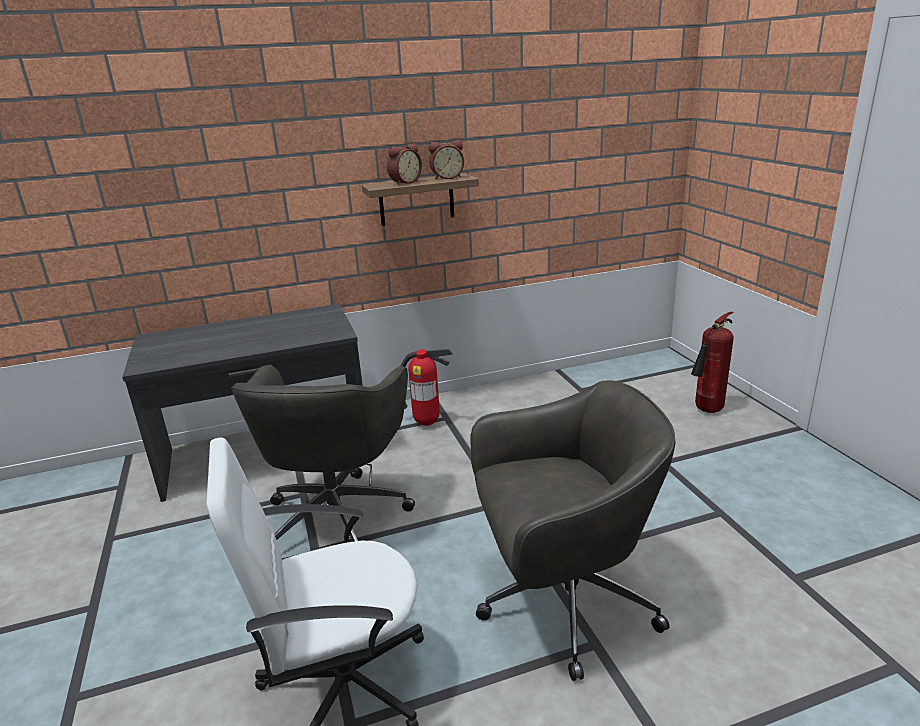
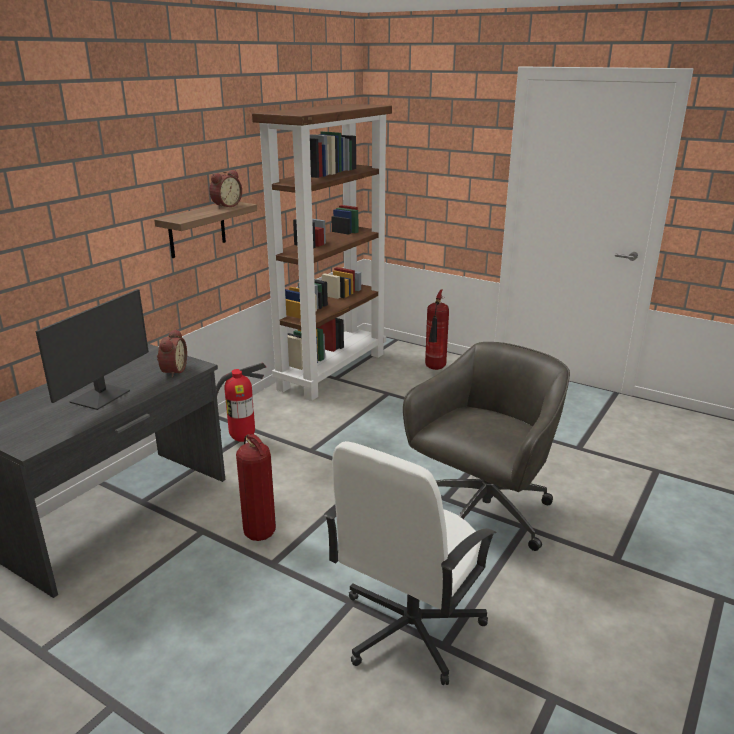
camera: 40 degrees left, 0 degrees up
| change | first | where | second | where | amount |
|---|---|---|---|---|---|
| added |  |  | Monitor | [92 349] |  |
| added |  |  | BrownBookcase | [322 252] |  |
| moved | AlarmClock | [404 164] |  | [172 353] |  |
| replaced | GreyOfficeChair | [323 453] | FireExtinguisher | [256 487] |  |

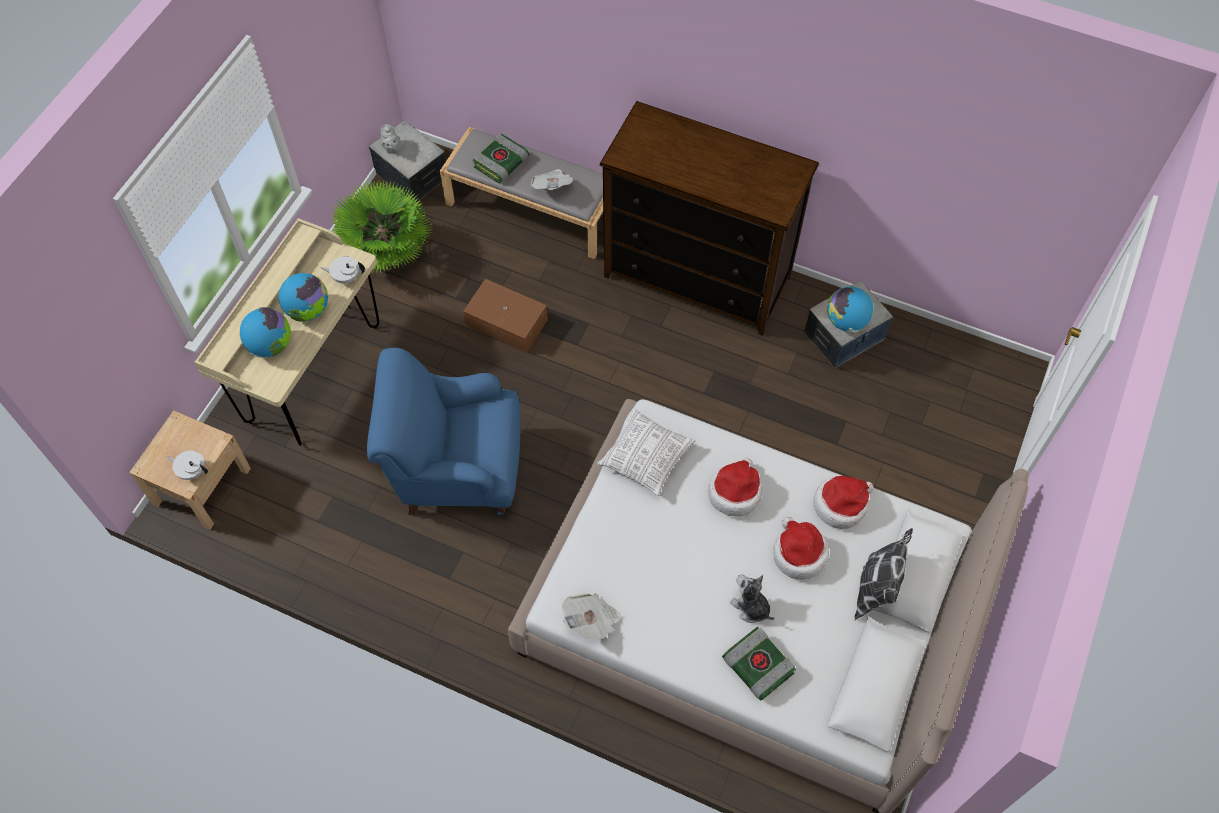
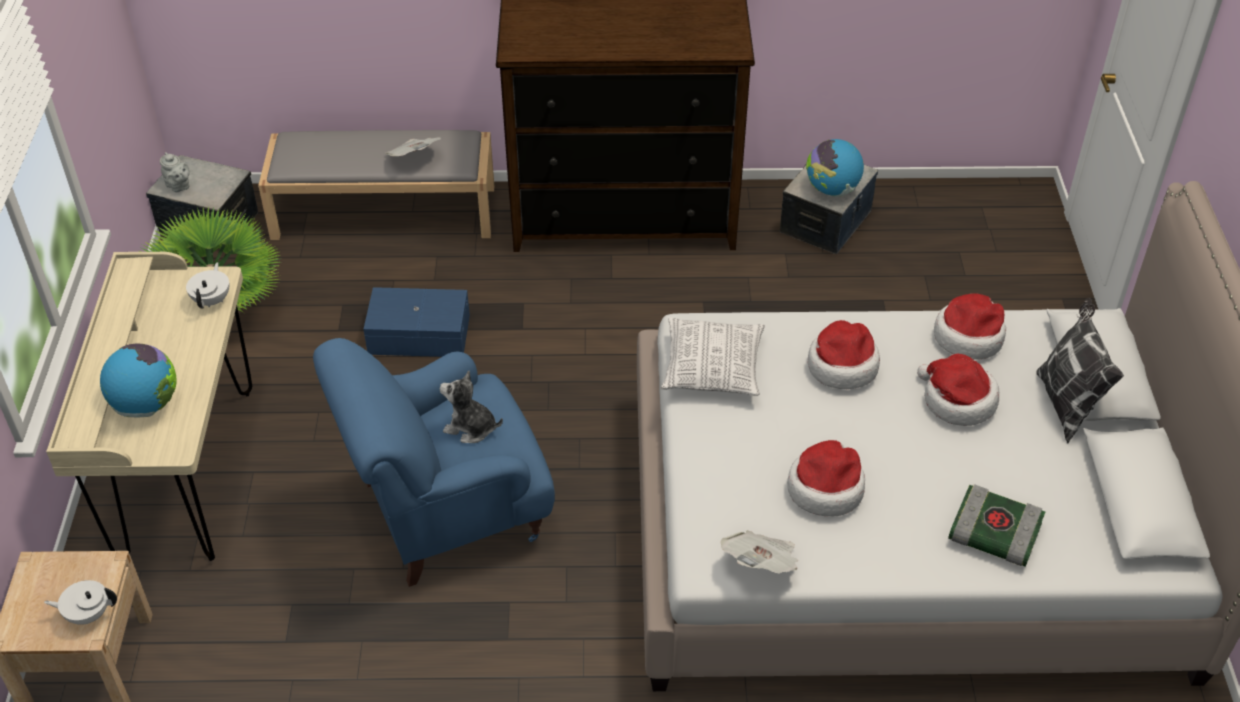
camera: 25 degrees left, 15 degrees down
| change | first | where | second | where | amount |
|---|---|---|---|---|---|
| removed | Globe | [303 297] |  |  |  |
| removed | Book | [501 158] |  |  |  |
| added |  |  | Hat | [826 478] |  |
| moved | PlushToy | [752 599] |  | [471 407] |  |
| recoloured | BrownStorageBox | [505 316] | BlueStorageBox | [417 322] |  |
| turned | WhiteTeapot | [343 270] |  | [208 285] | 120 degrees clockwise |

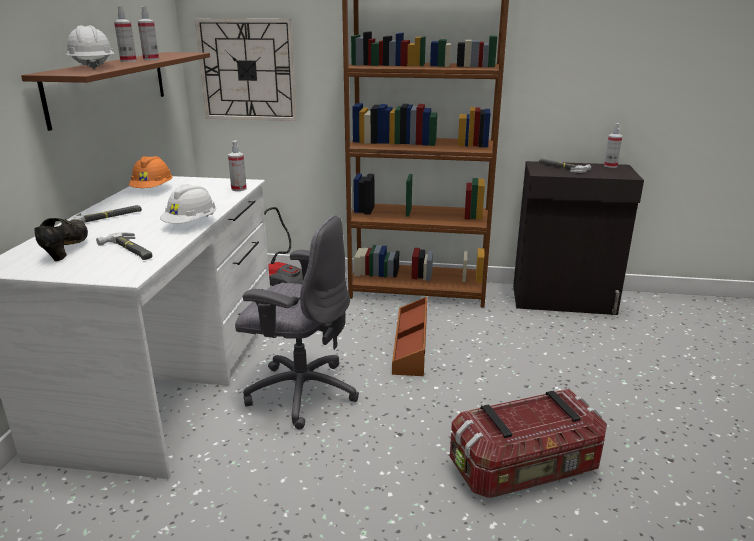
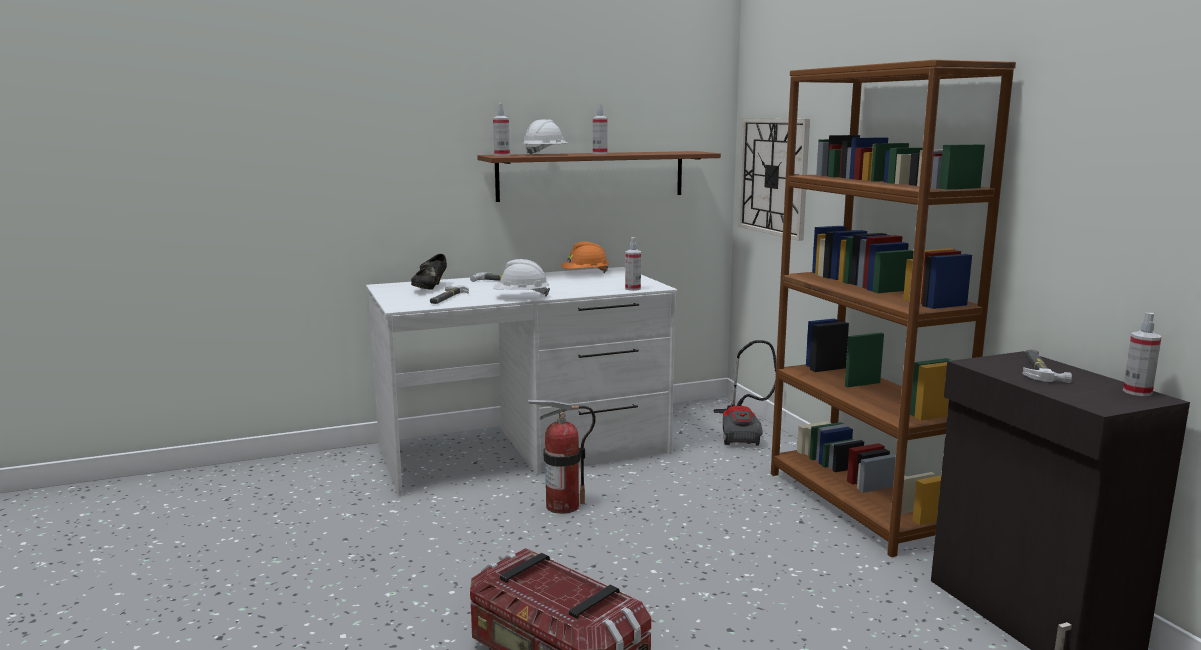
camera: 60 degrees right, 10 degrees down
| change | first | where | second | where | amount |
|---|---|---|---|---|---|
| removed | BrownStorageBox | [409 336] |  |  |  |
| moved | SprayBottle | [148 33] |  | [501 130] |  |
| replaced | GreyOfficeChair | [297 322] | FireExtinguisher | [562 457] |  |
| turned | BlackShoe | [61 239] |  | [429 272] | 135 degrees clockwise |

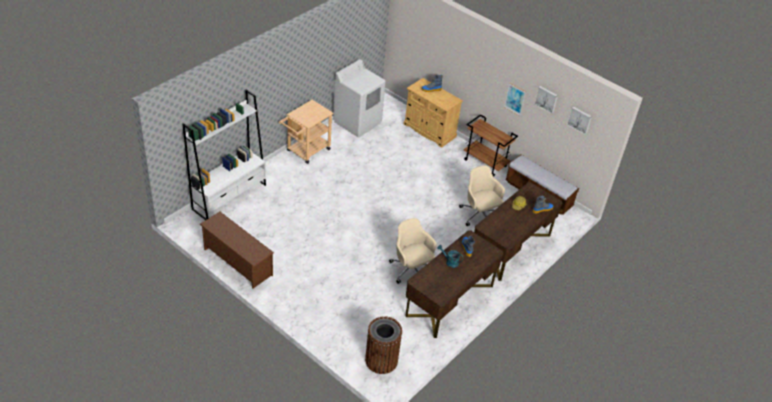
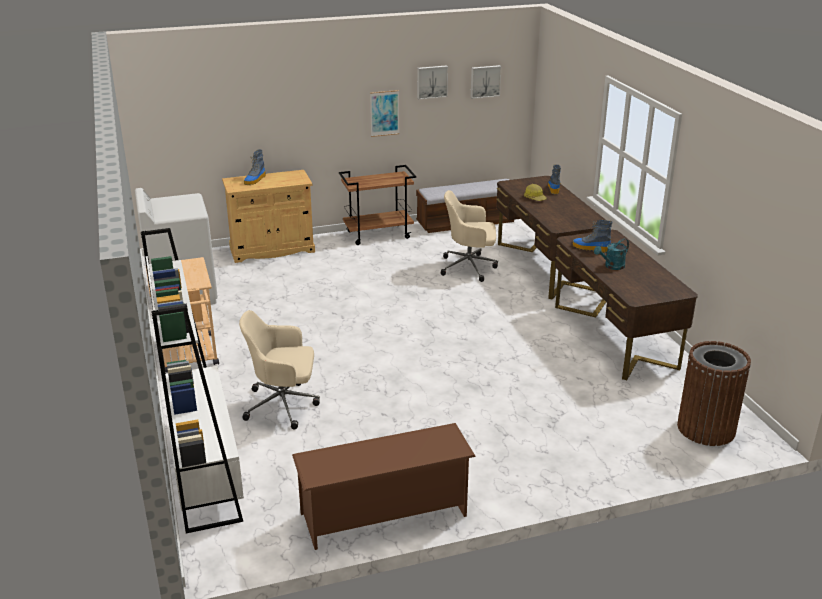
camera: 55 degrees left, 15 degrees down
| change | first | where | second | where | amount |
|---|---|---|---|---|---|
| moved | BeigeOfficeChair | [413 251] |  | [279 369] |  |

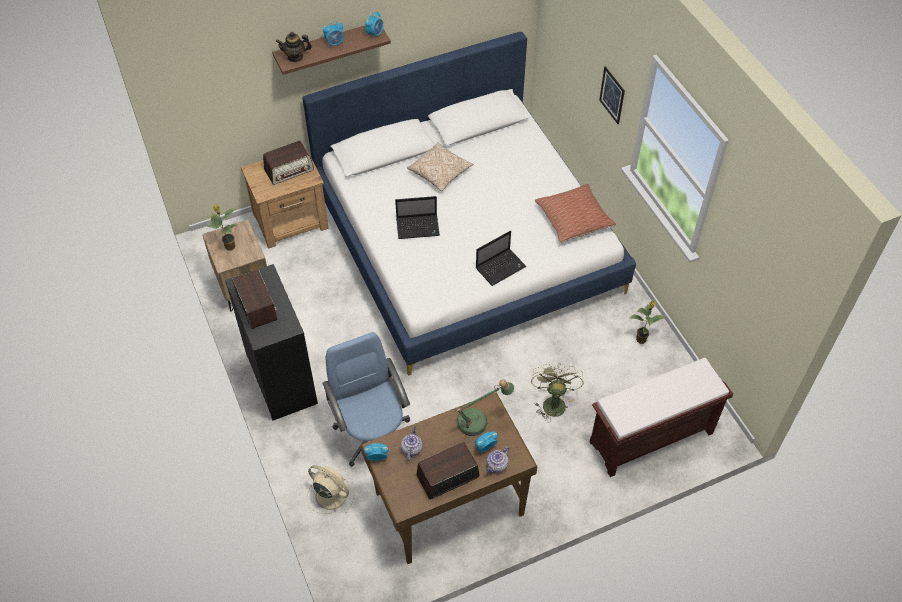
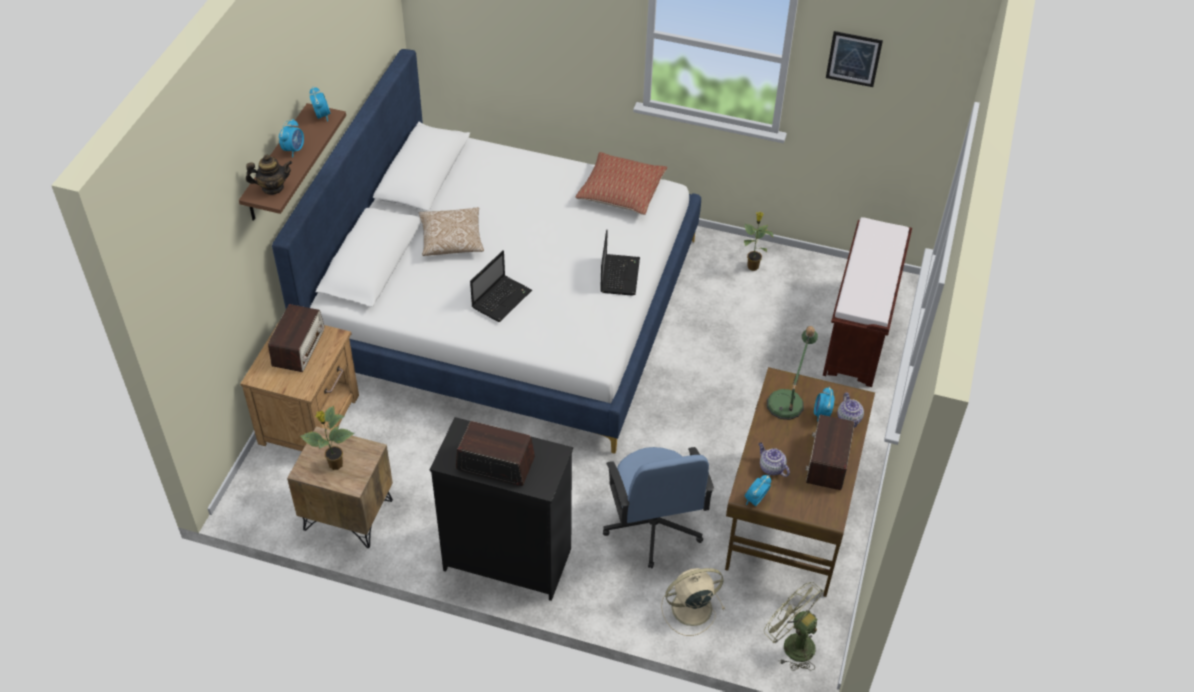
camera: 50 degrees left, 5 degrees down
| change | first | where | second | where | amount |
|---|---|---|---|---|---|
| moved | GreenFan | [557 392] |  | [794 626] |  |
| moved | Picture | [612 95] |  | [854 59] |  |
| turned | Teapot | [294 47] |  | [269 174] | 135 degrees counterclockwise |
| turned | BlueOfficeChair | [366 399] |  | [658 508] | 120 degrees counterclockwise |

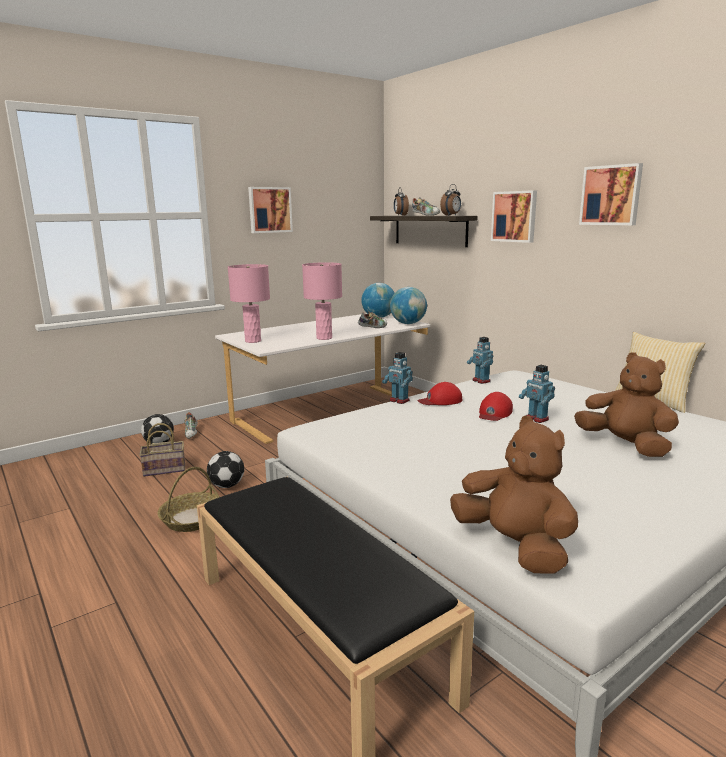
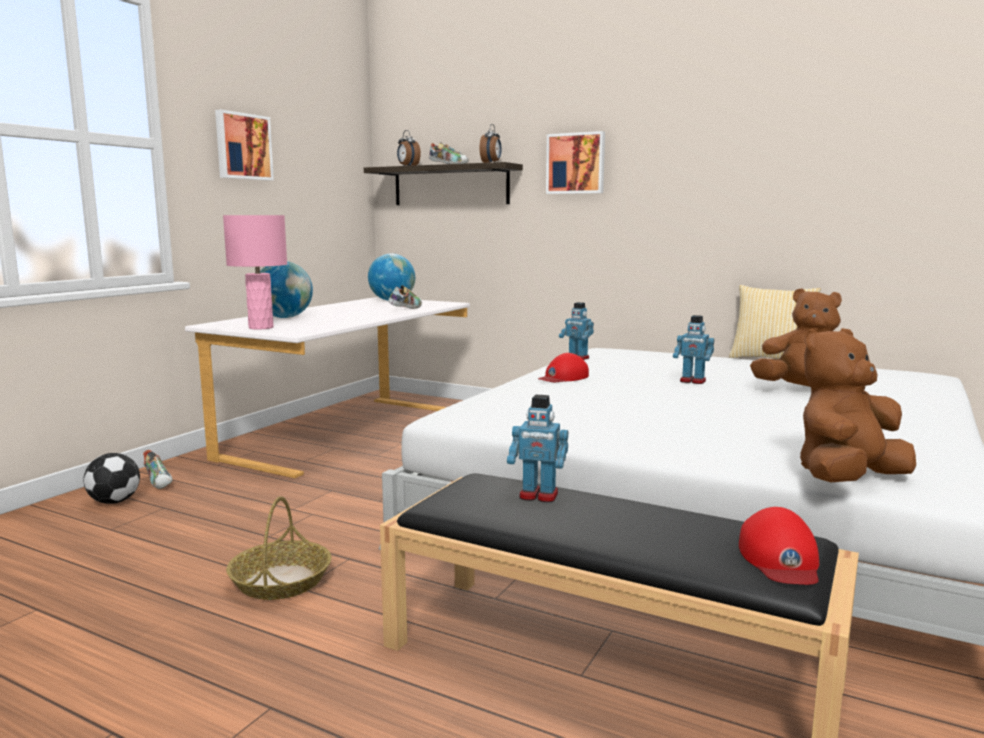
camera: 25 degrees left, 5 degrees down
| change | first | where | second | where | amount |
|---|---|---|---|---|---|
| removed | Basket | [162 450] |  |  |  |
| removed | Football | [225 469] |  |  |  |
| removed | PinkTableLamp | [322 301] |  |  |  |
| removed | Picture | [611 194] |  |  |  |
| moved | ToyRobot | [397 378] |  | [537 448] |  |
| moved | Globe | [408 305] |  | [286 289] |  |
| moved | RedCap | [496 406] |  | [779 546] |  |
| turned | BrownPlushToy | [514 495] |  | [858 405] | 60 degrees counterclockwise |

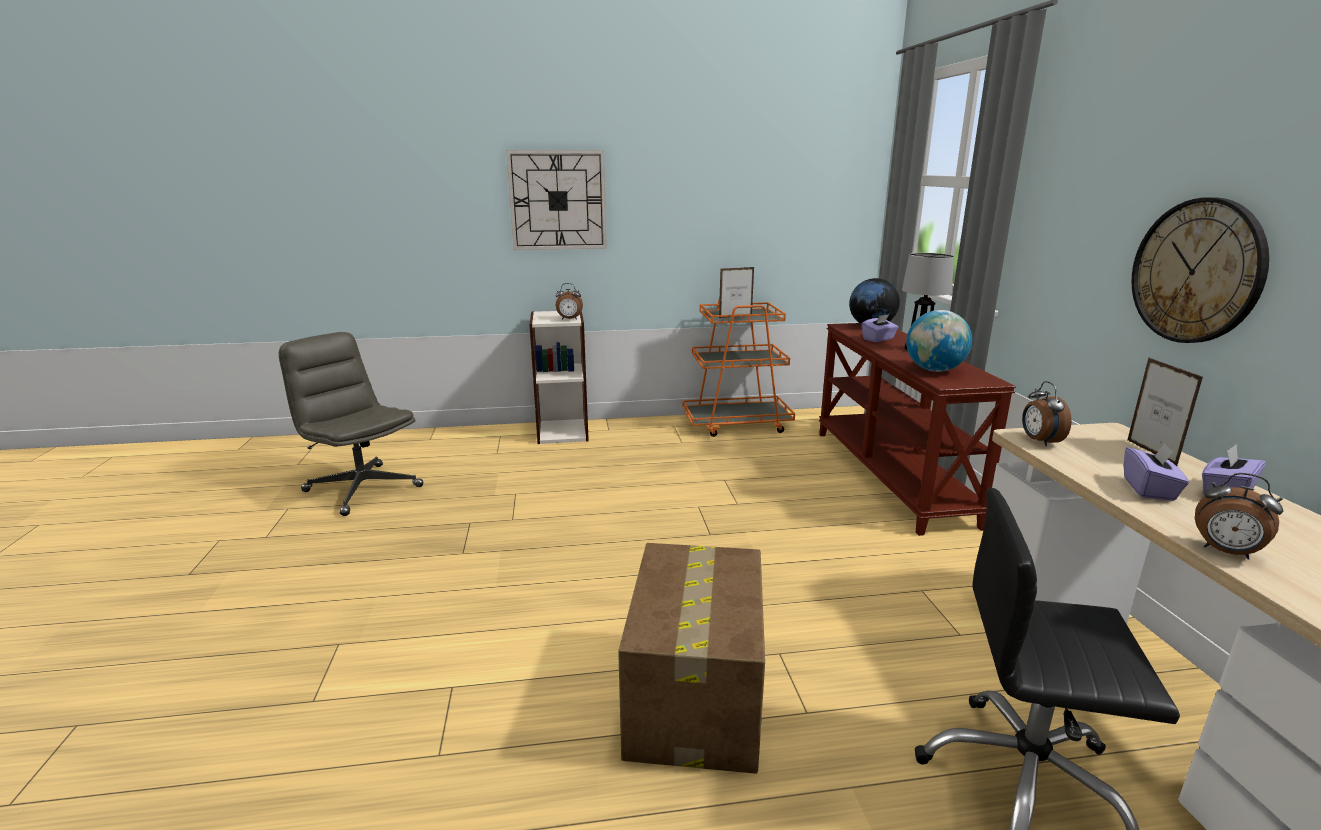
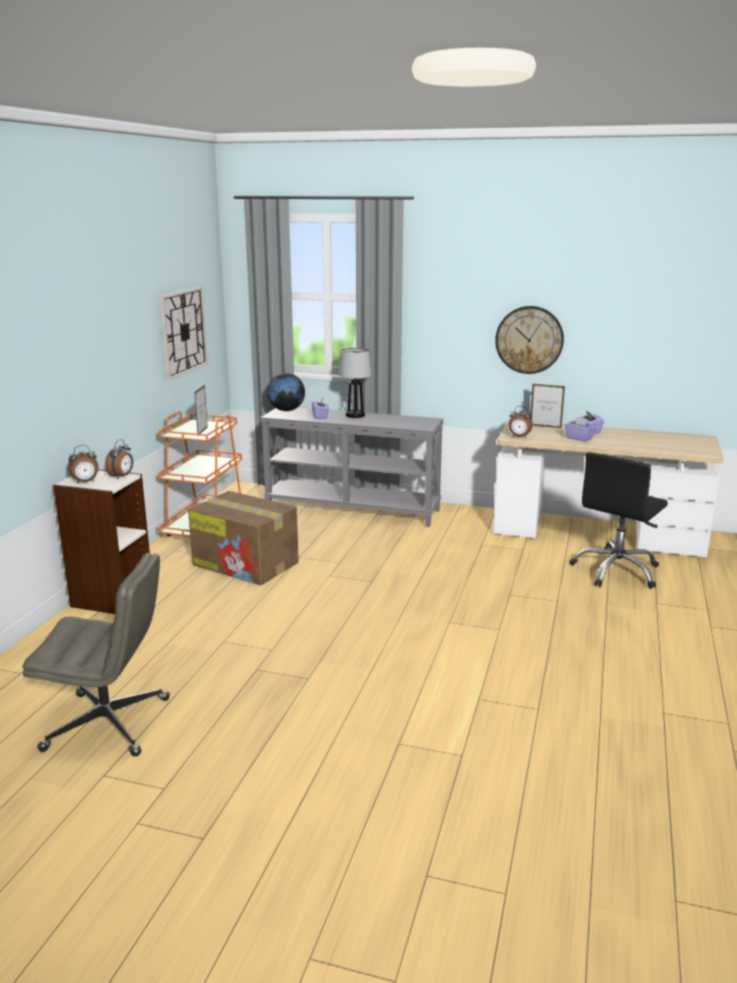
camera: 65 degrees left, 0 degrees up
| change | first | where | second | where | amount |
|---|---|---|---|---|---|
| removed | Globe | [939 341] |  |  |  |
| moved | WallClock | [556 200] |  | [183 333] |  |
| moved | CardboardBox | [691 658] |  | [243 538] |  |
| moved | AlarmClock | [1239 516] |  | [83 464] |  |
| recoloured | BrownConsoleTable | [917 429] | GreyConsoleTable | [352 467] |  |
| turned | GreyOfficeChair | [351 424] |  | [96 654] | 150 degrees counterclockwise |

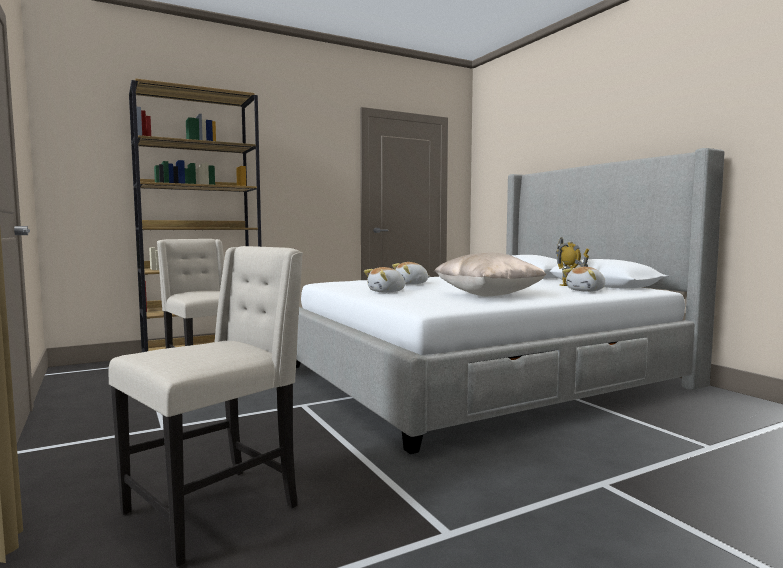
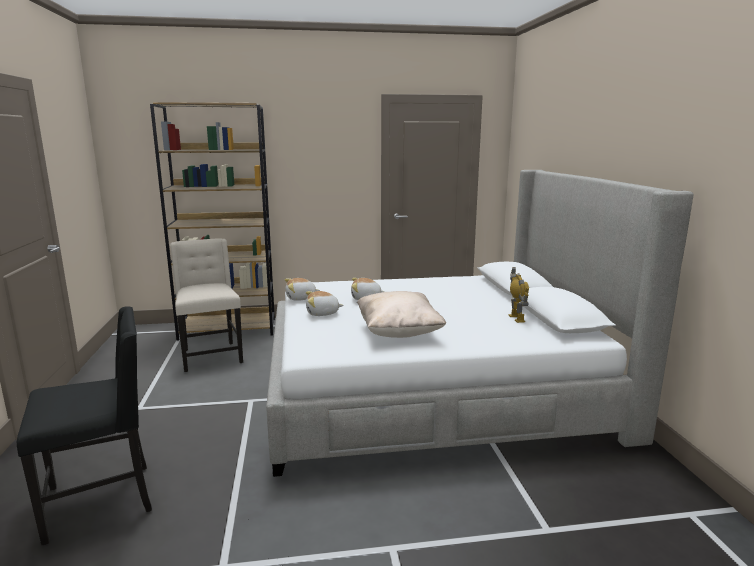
camera: 20 degrees right, 10 degrees up
| change | first | where | second | where | amount |
|---|---|---|---|---|---|
| moved | PlushToy | [584 279] |  | [302 289] |  |
| recoloured | BeigeChair | [206 406] | BlackChair | [84 425] |  |

